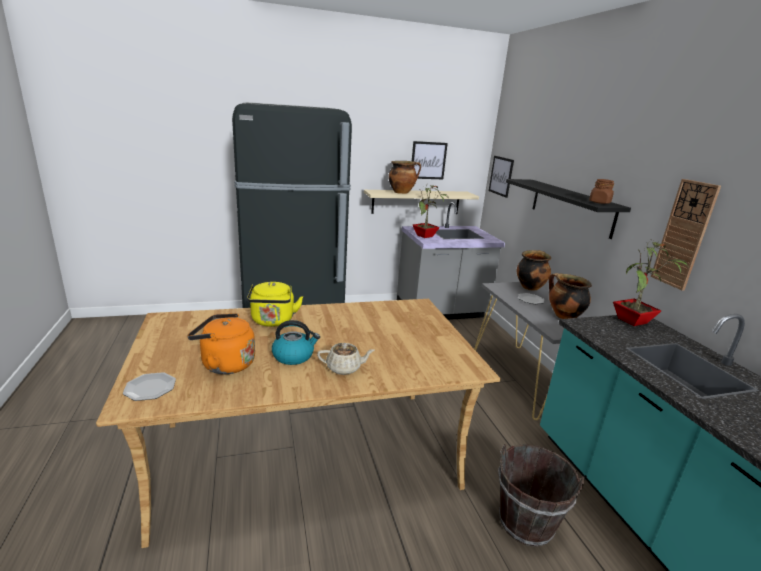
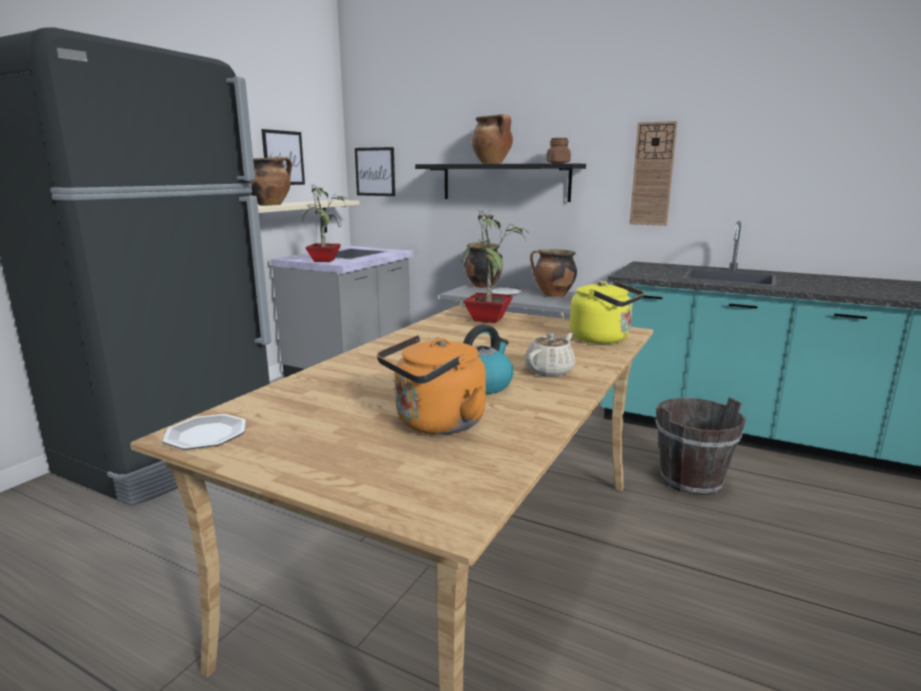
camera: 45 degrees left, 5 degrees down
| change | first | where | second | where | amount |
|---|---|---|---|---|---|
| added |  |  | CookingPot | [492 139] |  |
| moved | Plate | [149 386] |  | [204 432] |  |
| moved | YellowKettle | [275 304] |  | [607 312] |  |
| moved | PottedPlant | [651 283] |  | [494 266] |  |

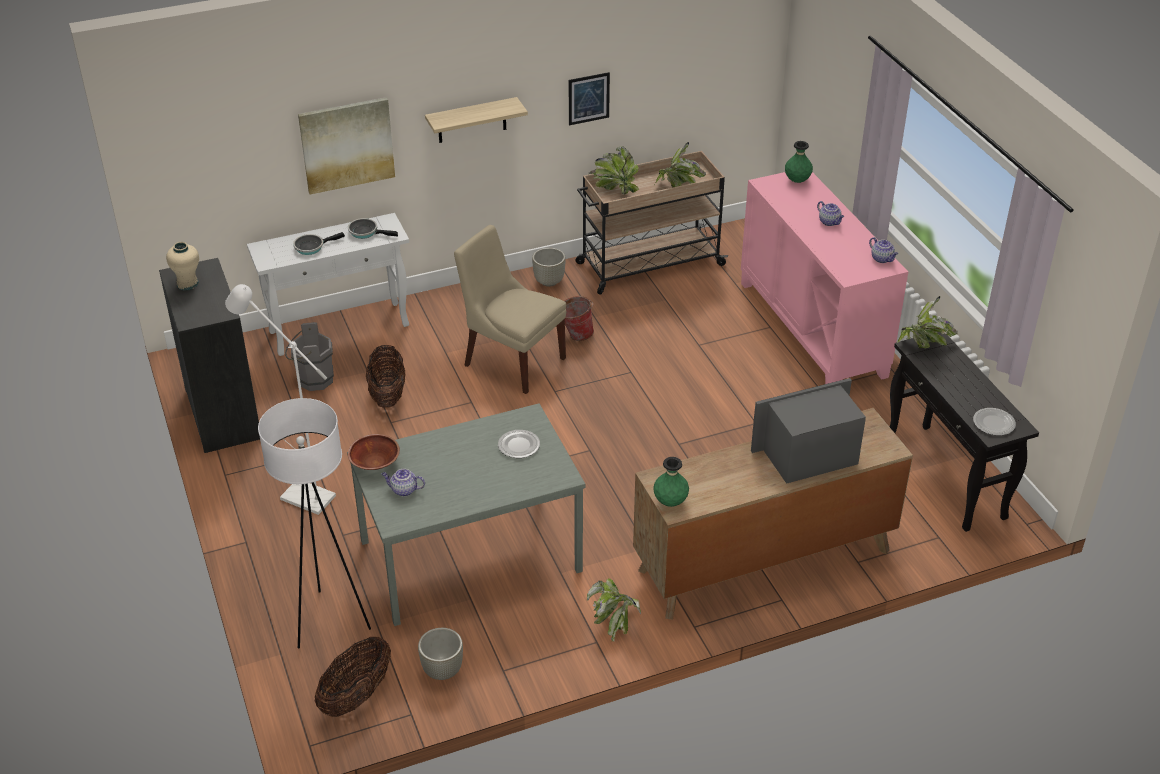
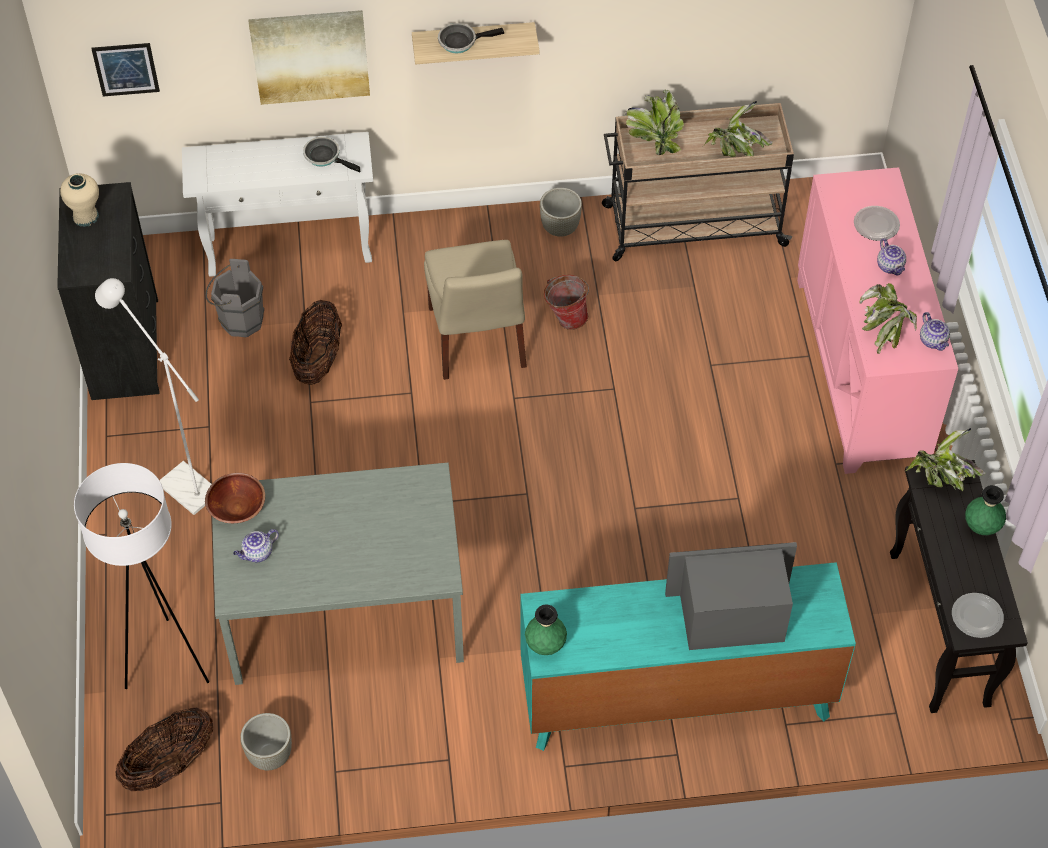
camera: 15 degrees right, 15 degrees up
| change | first | where | second | where | amount |
|---|---|---|---|---|---|
| moved | FryingPan | [319 243] |  | [471 38] |  |
| moved | Plate | [519 444] |  | [877 223] |  |
| moved | Picture | [589 98] |  | [125 69] |  |
| moved | PottedPlant | [614 610] |  | [888 318] |  |
| moved | GreenVase | [799 162] |  | [985 510] |  |
| recoloured | BrownDresser | [773 514] | TurquoiseDresser | [688 656] |  |
| turned | Teapot | [403 482] |  | [256 545] | 60 degrees counterclockwise |
| turned | BeigeChair | [510 309] |  | [475 310] | 150 degrees counterclockwise |

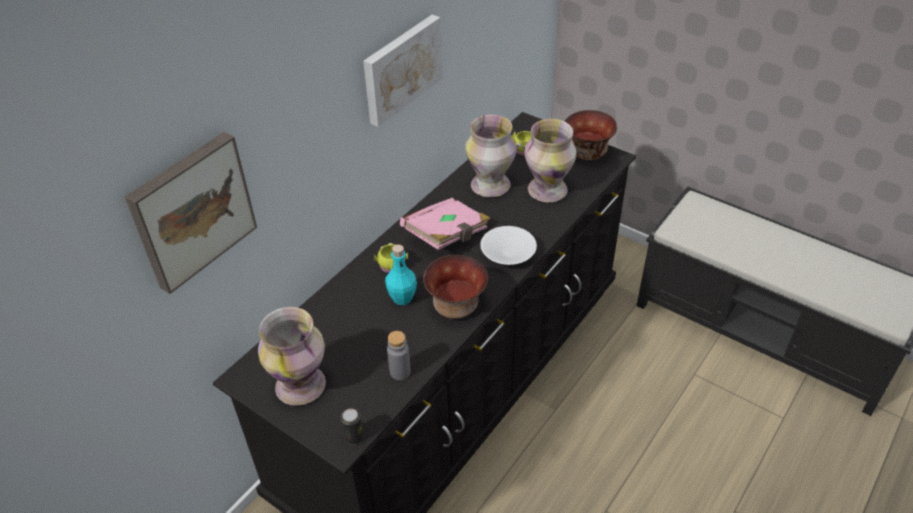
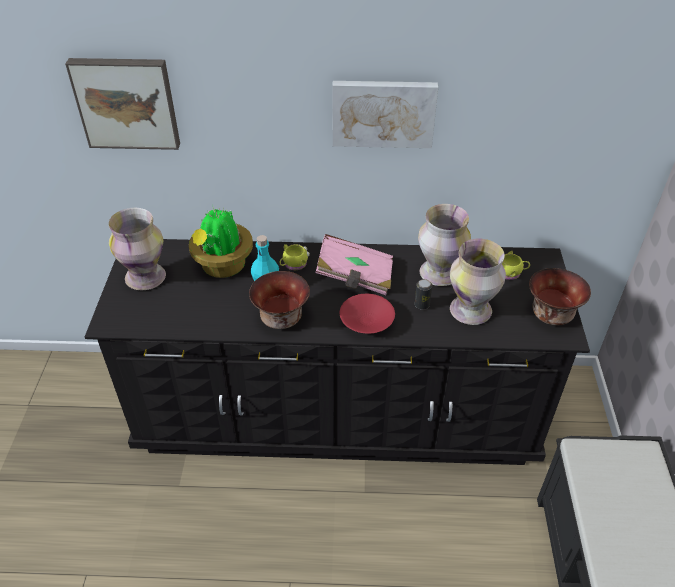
camera: 55 degrees right, 0 degrees up
| change | first | where | second | where | amount |
|---|---|---|---|---|---|
| removed | GreyBottle | [399 355] |  |  |  |
| added |  |  | PottedPlant | [221 242] |  |
| moved | Can | [352 427] |  | [423 294] |  |
| recoloured | WhiteBowl | [508 245] | RedBowl | [367 314] |  |

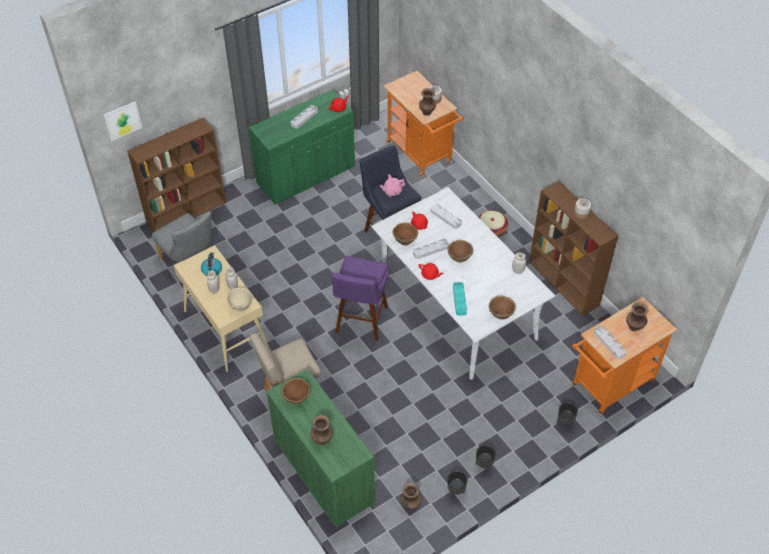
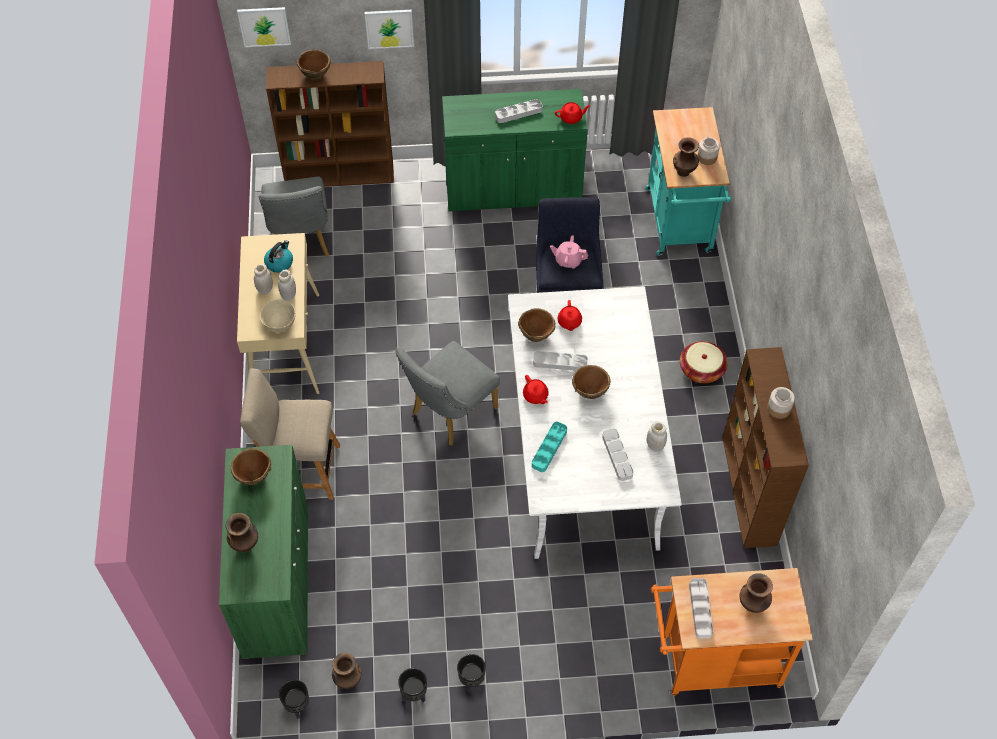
camera: 30 degrees right, 5 degrees up
| change | first | where | second | where | amount |
|---|---|---|---|---|---|
| added |  |  | Picture | [389 29] |  |
| moved | GreyTray | [446 216] |  | [618 454] |  |
| moved | BrownBowl | [502 308] |  | [313 65] |  |
| moved | BlackPlanter | [567 416] |  | [294 699] |  |
| replaced | PurpleStool | [360 298] | GreyChair | [447 393] |  |
| recoloured | OrangeCart | [423 124] | TurquoiseCart | [688 181] |  |

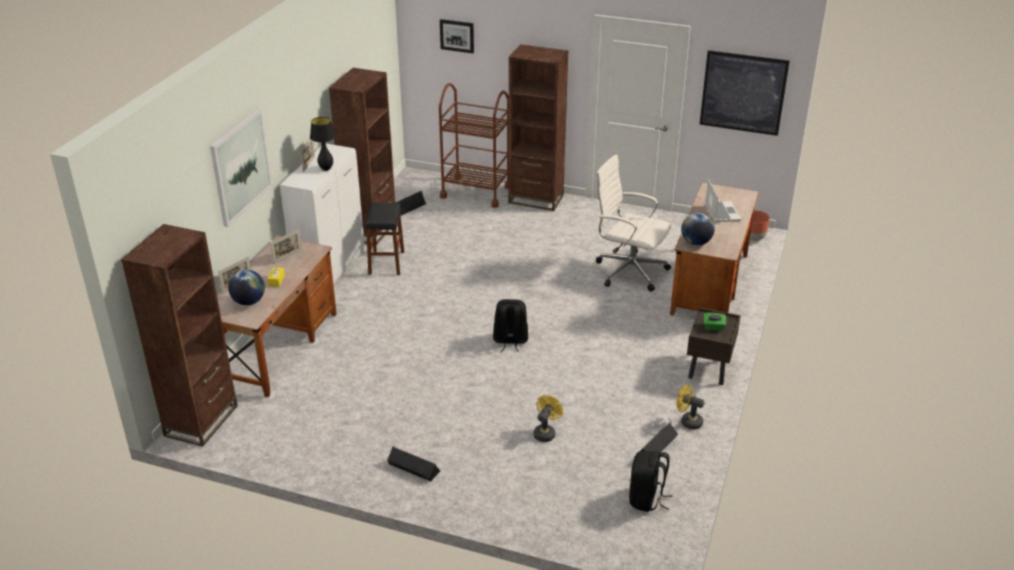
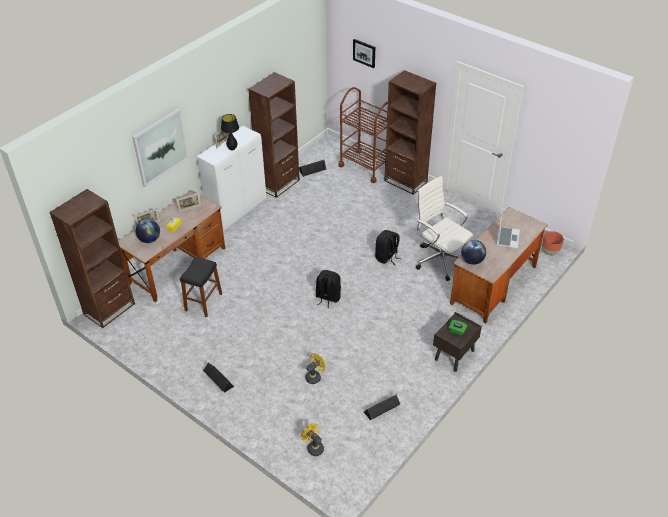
camera: 20 degrees right, 10 degrees up
| change | first | where | second | where | amount |
|---|---|---|---|---|---|
| removed | Picture | [744 93] |  |  |  |
| moved | BlackStool | [384 239] |  | [201 287] |  |
| moved | BlackBackpack | [650 481] |  | [388 247] |  |
| moved | YellowFan | [690 407] |  | [312 439] |  |

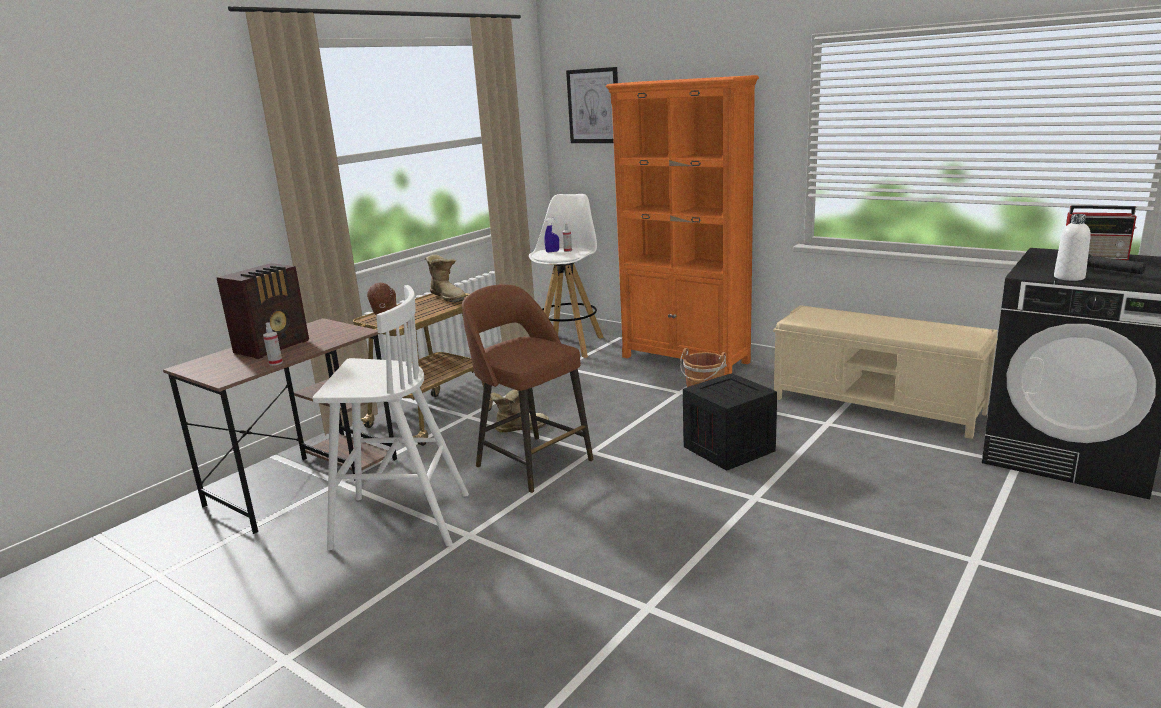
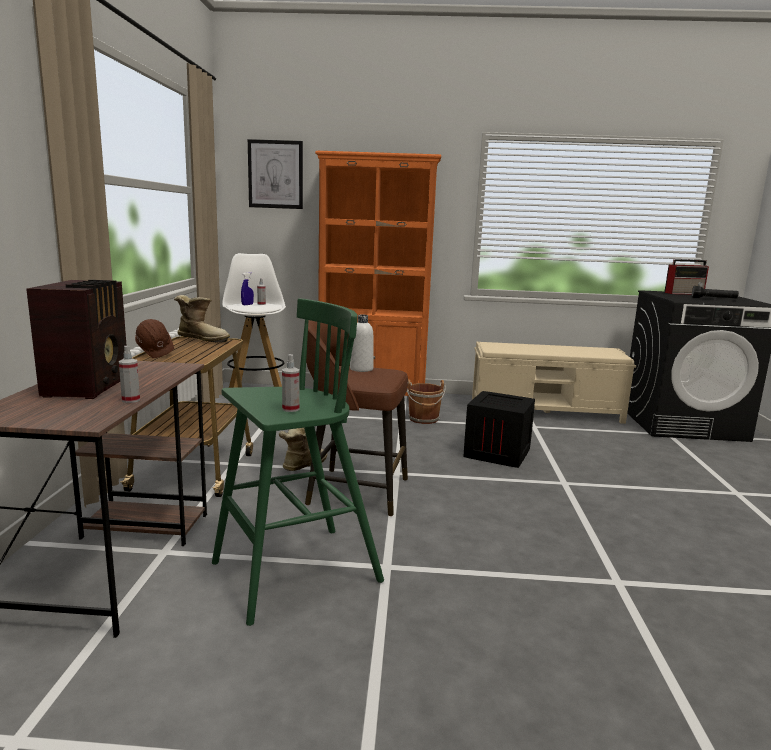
camera: 35 degrees left, 5 degrees down
| change | first | where | second | where | amount |
|---|---|---|---|---|---|
| added |  |  | SprayBottle | [290 383] |  |
| moved | WhiteBottle | [1072 247] |  | [362 343] |  |
| recoloured | WhiteStool | [391 417] | GreenStool | [298 462] |  |

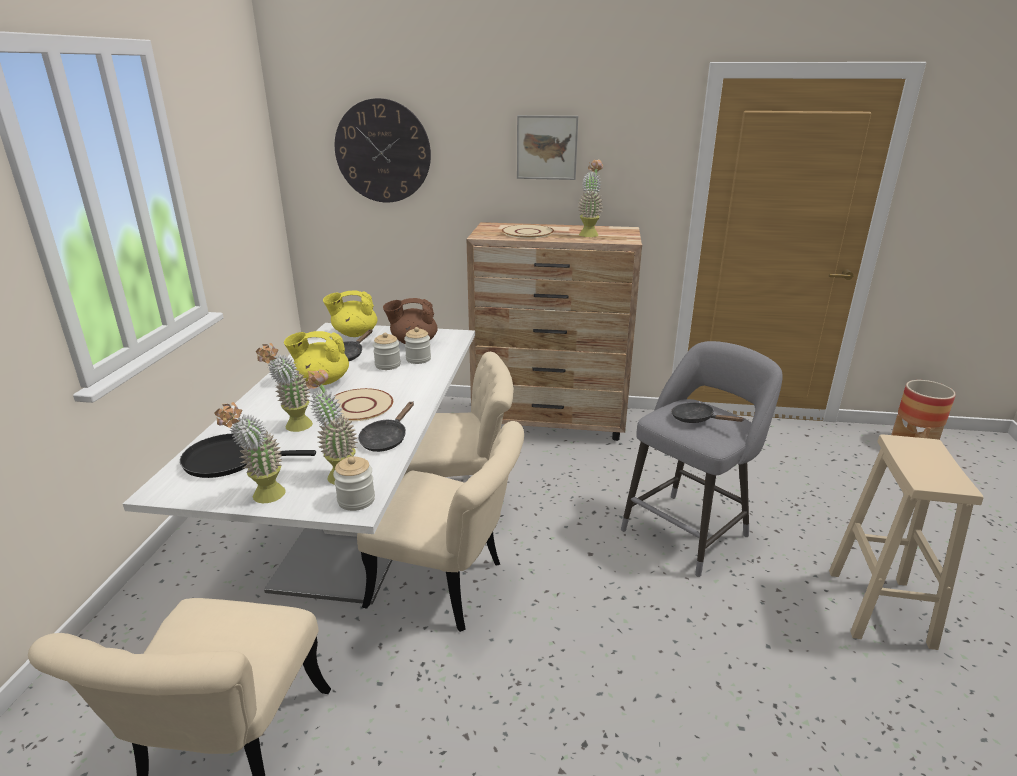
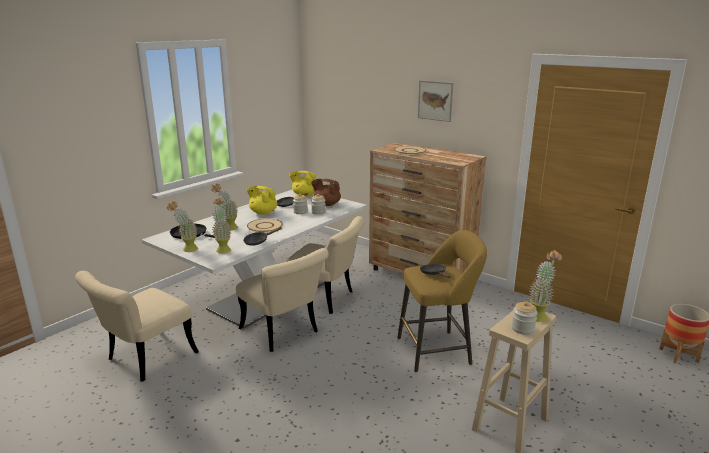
camera: 30 degrees right, 5 degrees down
| change | first | where | second | where | amount |
|---|---|---|---|---|---|
| removed | WallClock | [383 150] |  |  |  |
| moved | Jar | [354 484] |  | [524 318] |  |
| moved | PottedPlant | [590 198] |  | [545 286] |  |
| recoloured | GreyStool | [702 459] | YellowStool | [442 301] |  |

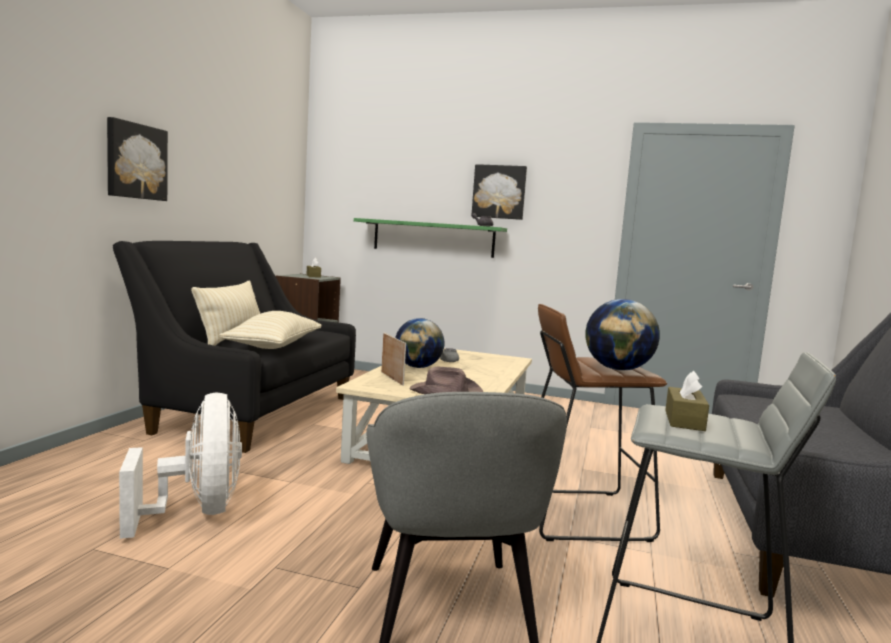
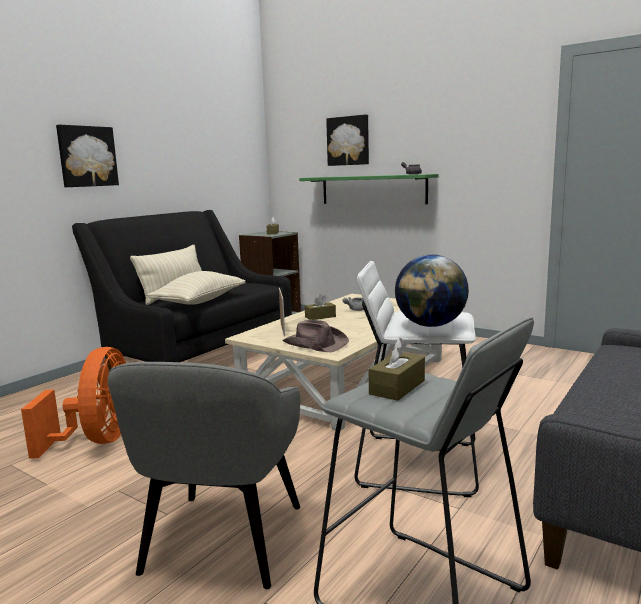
camera: 20 degrees right, 5 degrees up
| change | first | where | second | where | amount |
|---|---|---|---|---|---|
| moved | Picture | [499 192] |  | [347 140] |  |
| replaced | Globe | [419 343] | BrownTissueBox | [320 307] |  |
| recoloured | WhiteFan | [180 466] | OrangeFan | [73 403] |  |
| recoloured | BrownStool | [602 423] | WhiteStool | [417 379] |  |

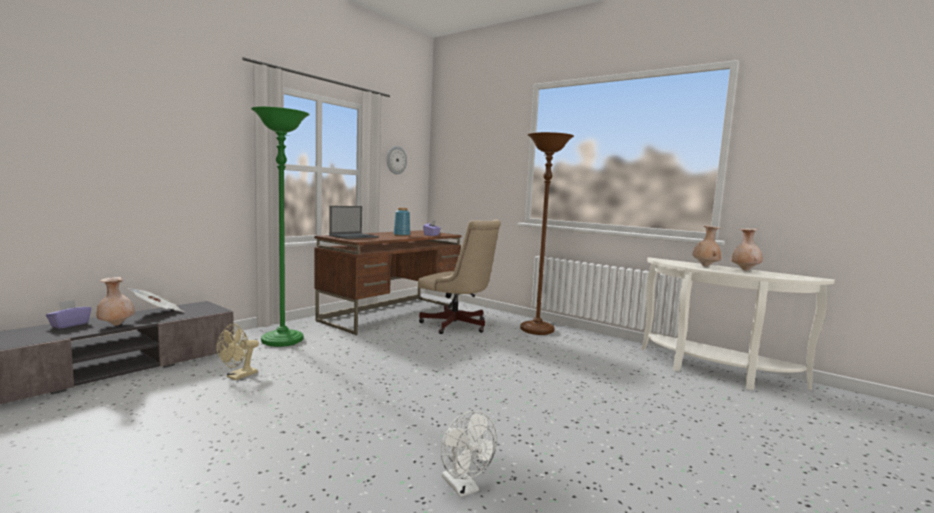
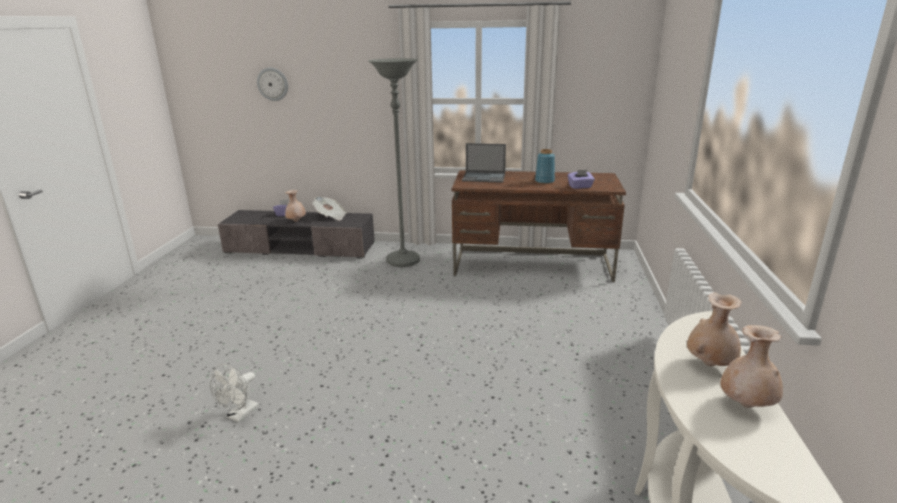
camera: 60 degrees right, 15 degrees up
| change | first | where | second | where | amount |
|---|---|---|---|---|---|
| removed | BeigeFan | [238 352] |  |  |  |
| removed | BeigeOfficeChair | [459 276] |  |  |  |
| removed | BrownFloorLamp | [547 233] |  |  |  |
| moved | WallClock | [397 160] |  | [272 84] |  |
| recoloured | GreenFloorLamp | [280 227] | GreyFloorLamp | [394 162] |  |

